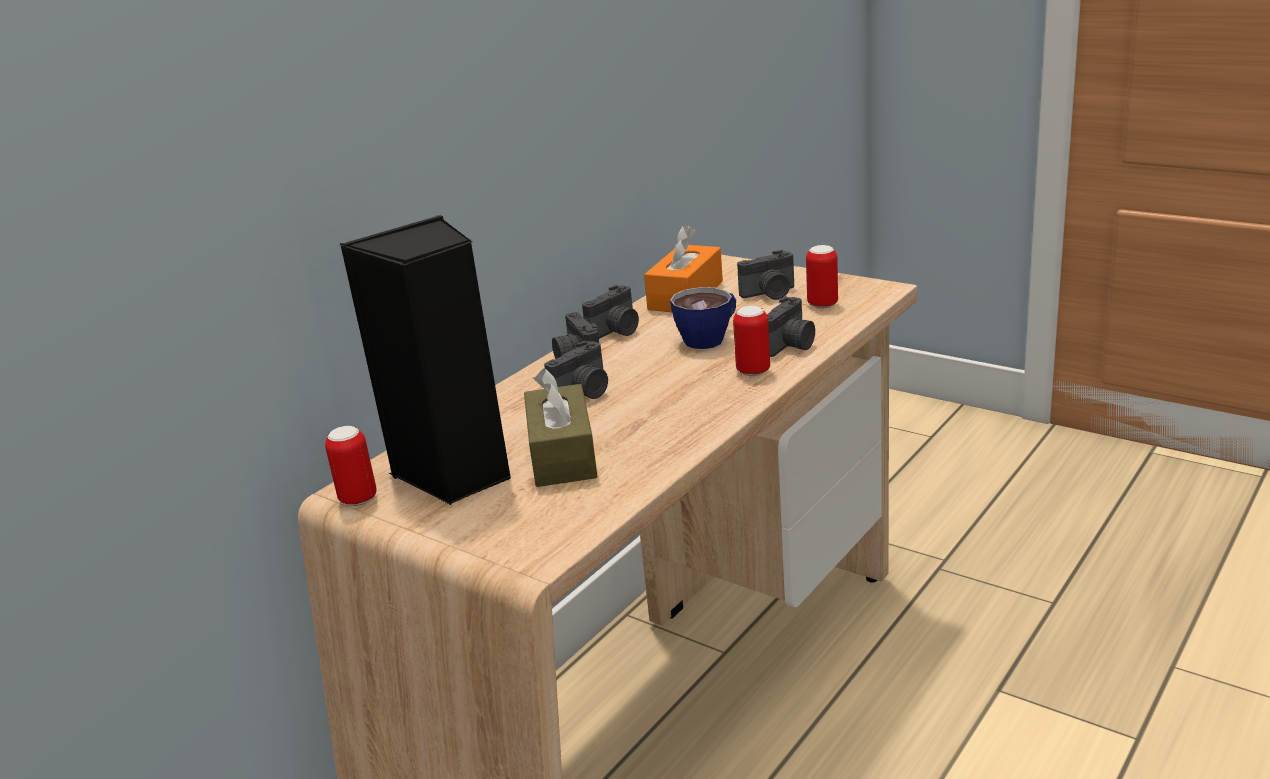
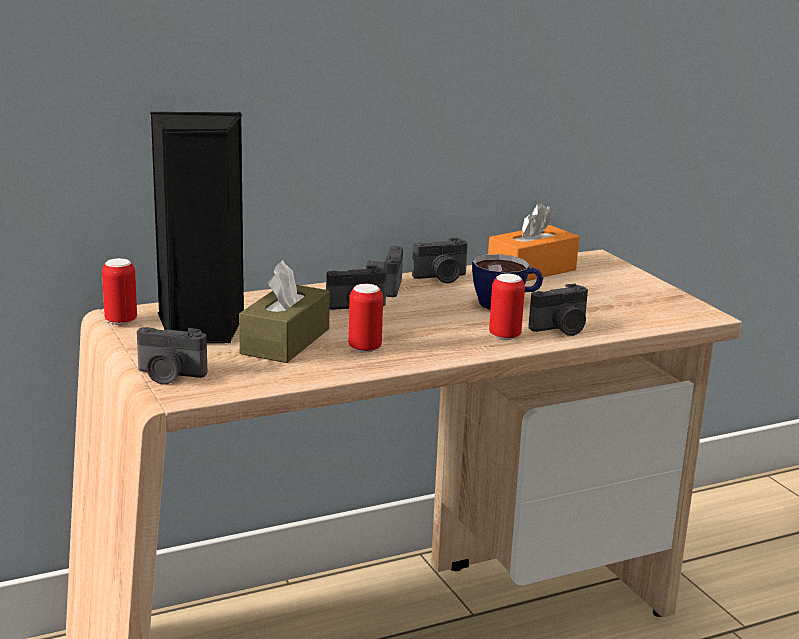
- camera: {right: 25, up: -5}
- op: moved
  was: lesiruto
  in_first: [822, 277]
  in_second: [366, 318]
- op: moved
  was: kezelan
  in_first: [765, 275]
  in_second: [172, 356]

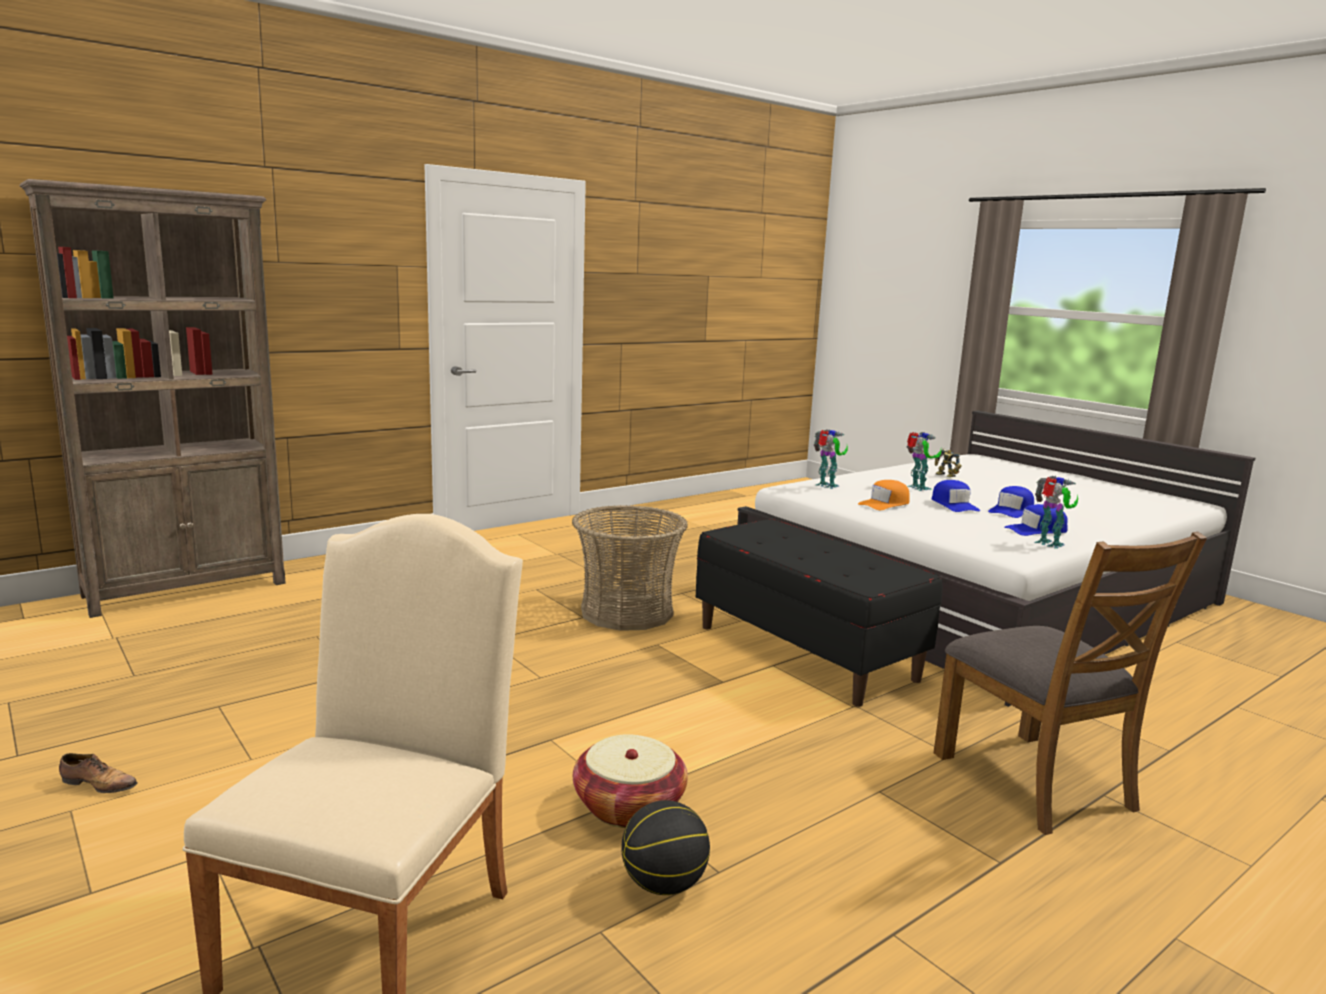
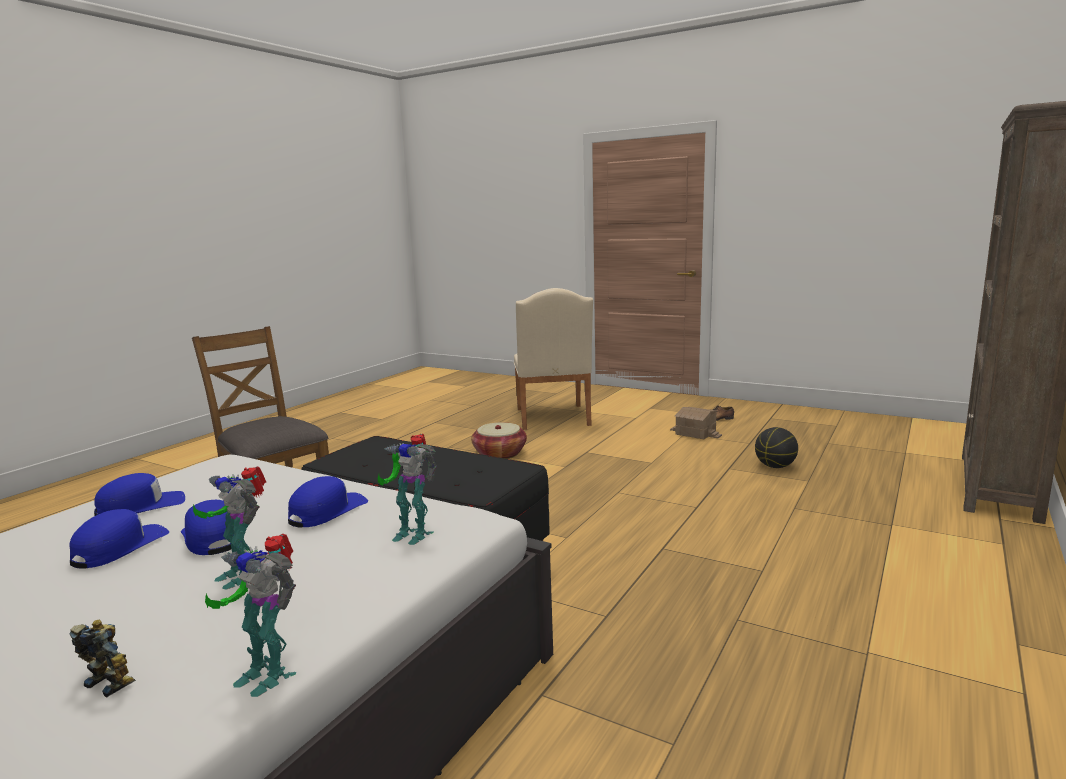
- camera: {right: 160, up: 0}
- op: moved
  was: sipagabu
  in_first: [1056, 512]
  in_second: [251, 615]
- op: recoloured
  was: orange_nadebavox
  now: blue_nadebavox
  in_first: [884, 495]
  in_second: [328, 502]
- op: removed
  was: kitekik
  in_first: [630, 568]
- op: moved
  was: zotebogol
  in_first: [665, 847]
  in_second: [776, 447]
- op: added
  now: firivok
  in_second: [696, 423]

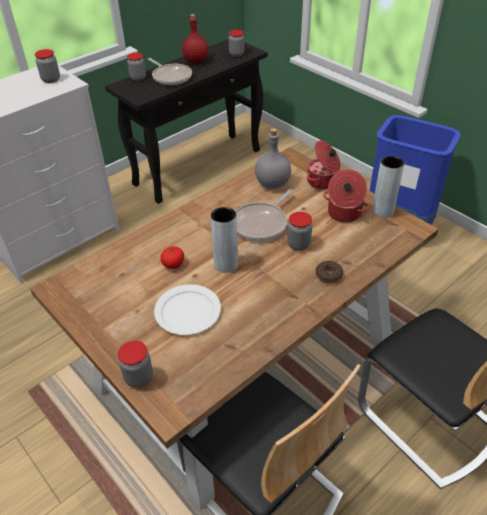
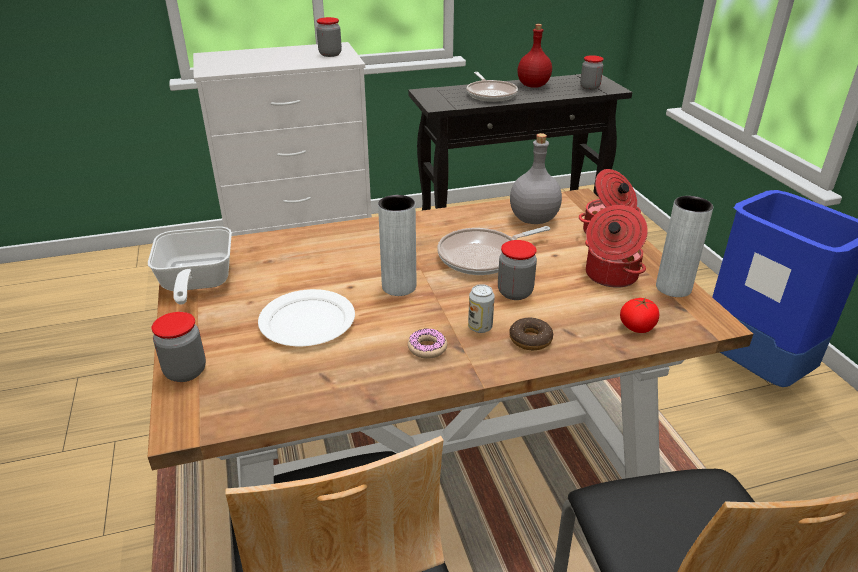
- camera: {right: 25, up: -10}
- op: removed
  was: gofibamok
  in_first: [136, 67]
- op: moved
  was: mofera
  in_first: [172, 257]
  in_second: [640, 315]
- op: added
  now: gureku
  in_second: [190, 266]
- op: added
  now: lesiruto
  in_second: [481, 308]
- op: added
  now: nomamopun
  in_second: [427, 343]

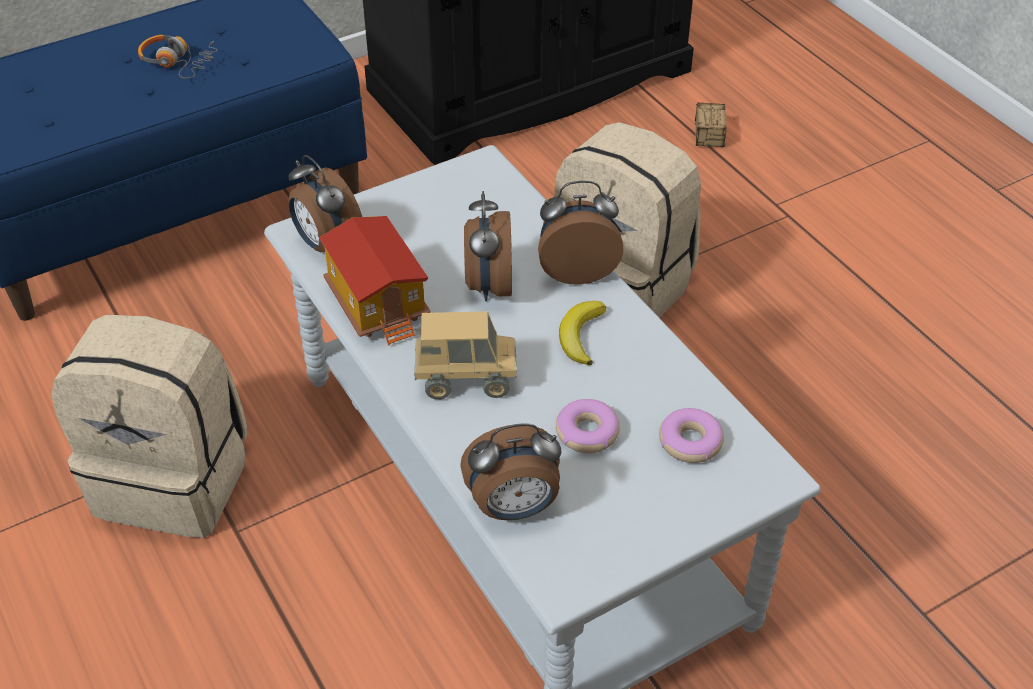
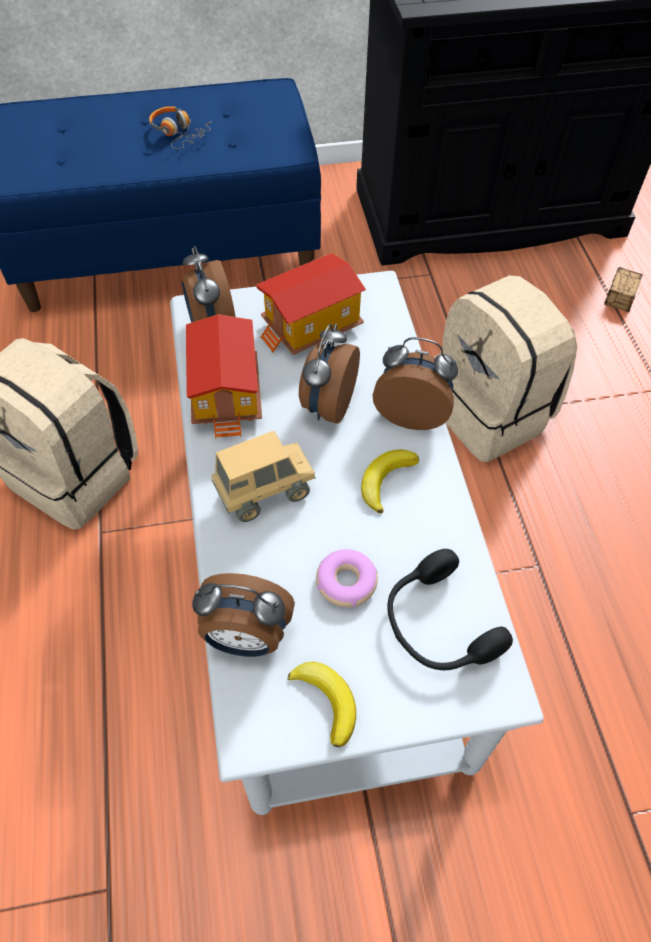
- camera: {right: 20, up: 10}
- op: turned
  was: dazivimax
  in_first: [465, 355]
  in_second: [263, 476]
  clockwise: -45
- op: replaced
  was: nomamopun
  now: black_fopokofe
  in_first: [691, 435]
  in_second: [450, 609]
- op: added
  now: firivok
  in_second: [311, 304]
- op: added
  now: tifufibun
  in_second: [322, 704]

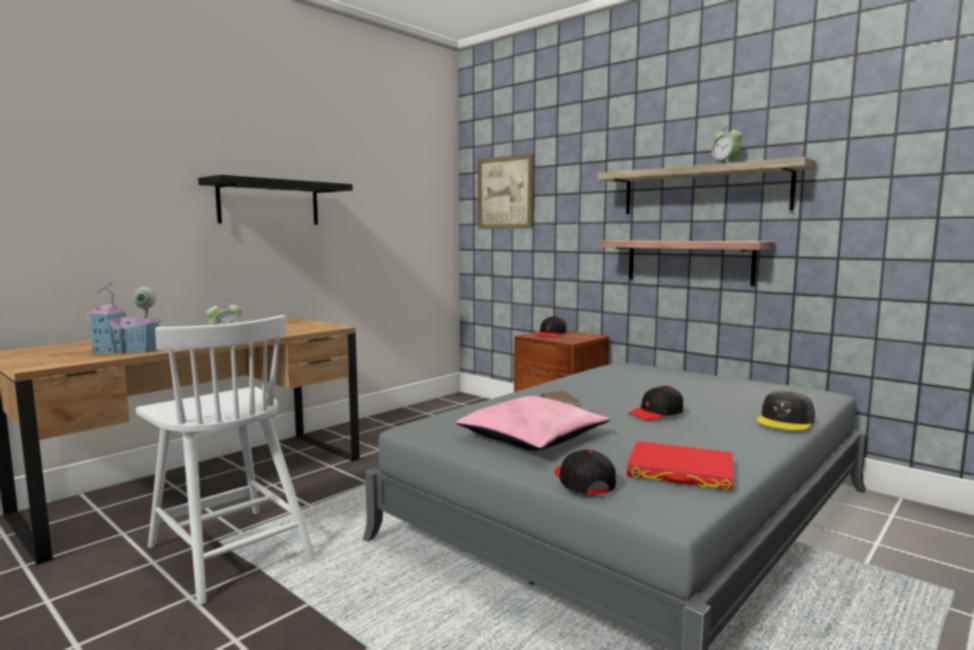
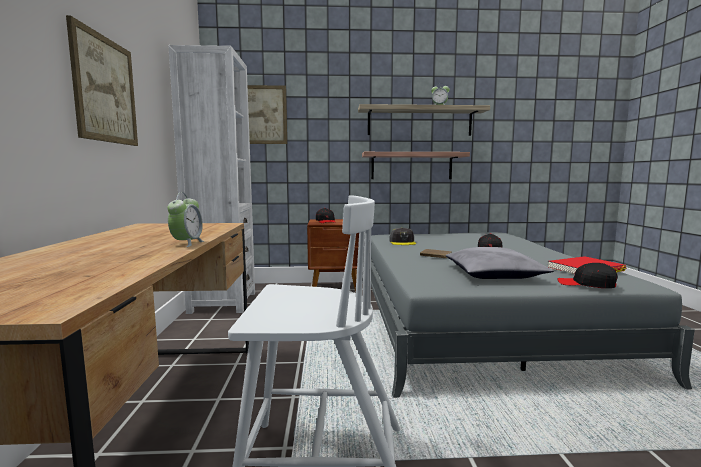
- camera: {right: -45, up: 0}
- op: replaced
  was: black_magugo
  now: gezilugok
  in_first: [275, 200]
  in_second: [102, 80]
- op: removed
  was: firivok
  in_first: [123, 318]
- op: moved
  was: grey_nadebavox
  in_first: [786, 410]
  in_second: [402, 236]
- op: recoloured
  was: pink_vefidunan
  now: grey_vefidunan
  in_first: [533, 423]
  in_second: [500, 263]
- op: added
  now: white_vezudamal
  in_second: [211, 179]

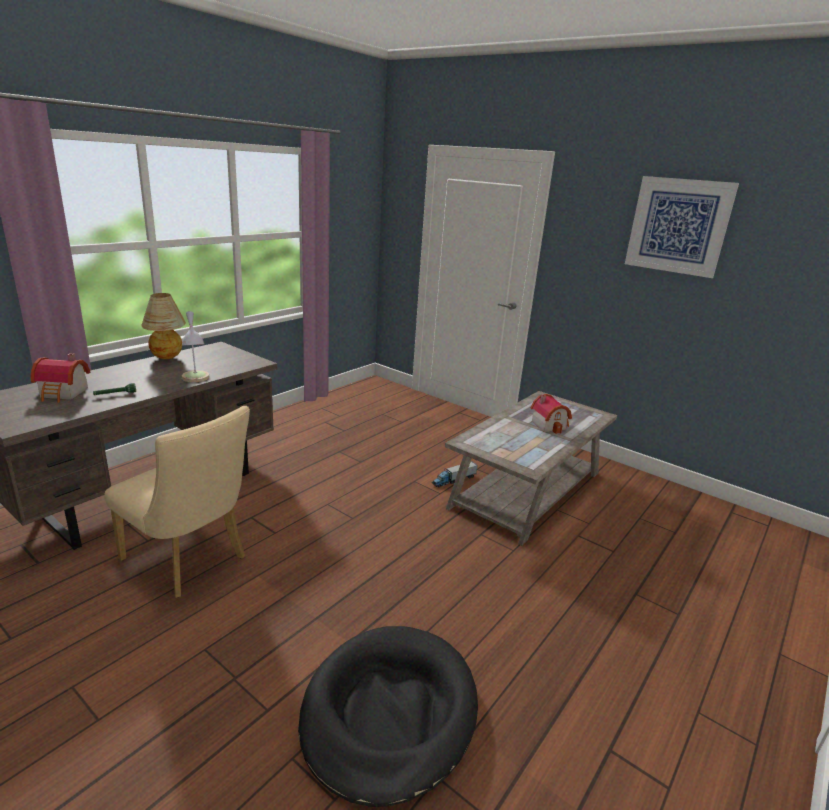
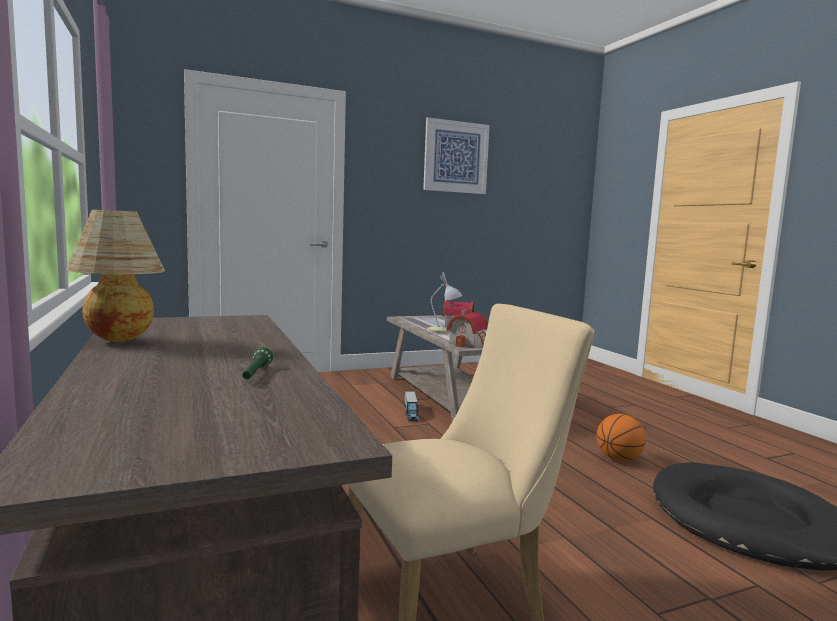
- camera: {right: -60, up: -15}
- op: moved
  was: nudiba
  in_first: [196, 346]
  in_second: [445, 302]
- op: moved
  was: firivok
  in_first: [61, 378]
  in_second: [467, 328]
- op: added
  now: zotebogol
  in_second: [621, 437]

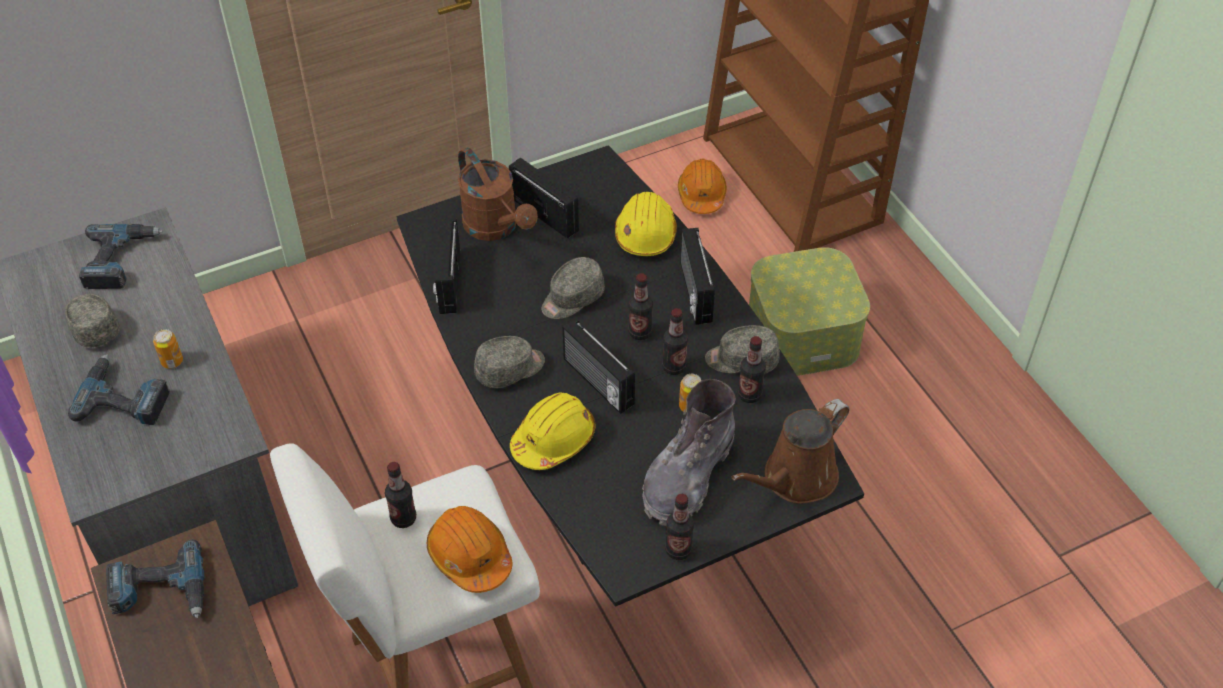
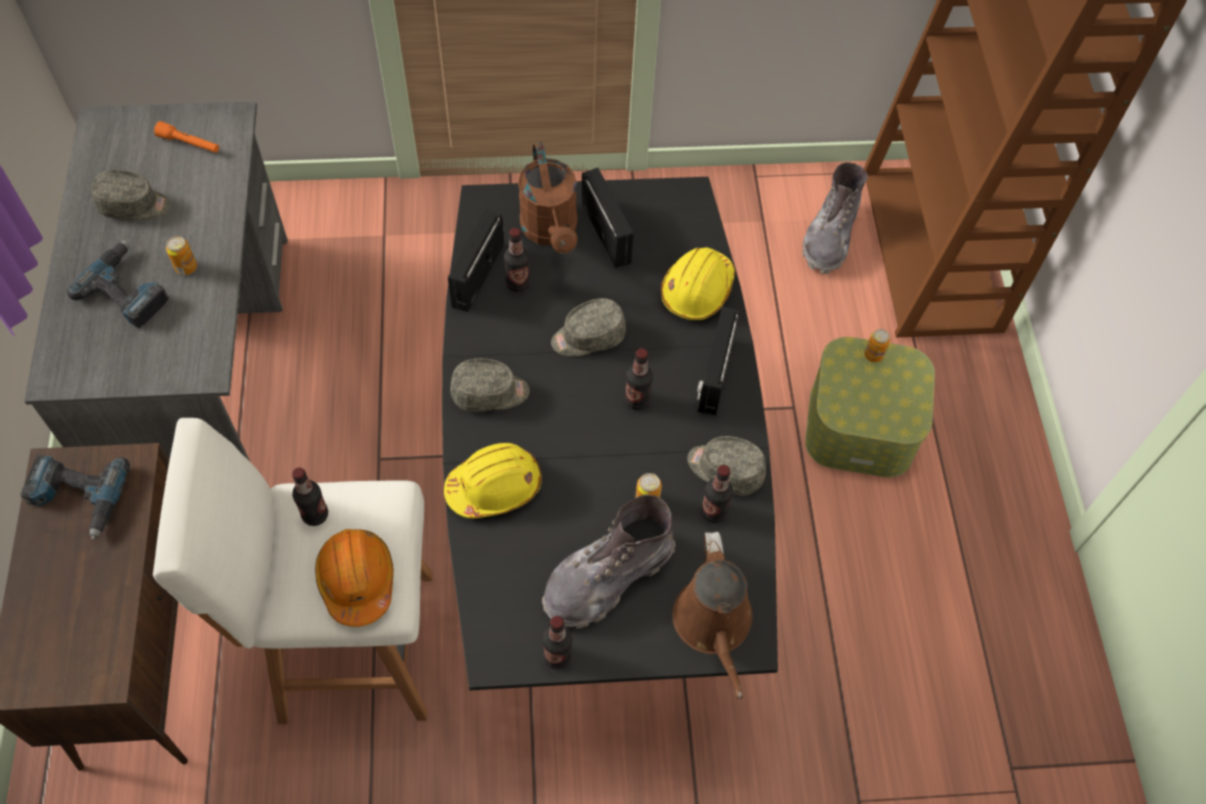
- camera: {right: 20, up: 10}
- op: replaced
  was: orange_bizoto
  now: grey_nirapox
  in_first: [702, 186]
  in_second: [835, 218]
- op: replaced
  was: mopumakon
  now: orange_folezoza
  in_first: [121, 256]
  in_second: [186, 137]
- op: turned
  was: grey_nadebavox
  in_first: [92, 321]
  in_second: [130, 195]
  clockwise: 105
- op: moved
  was: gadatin
  in_first: [675, 341]
  in_second: [517, 260]
- op: removed
  was: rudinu
  in_first: [599, 366]
- op: turned
  was: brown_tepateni
  in_first: [790, 451]
  in_second: [712, 615]
  clockwise: -75
- op: added
  now: lesiruto
  in_second: [877, 345]

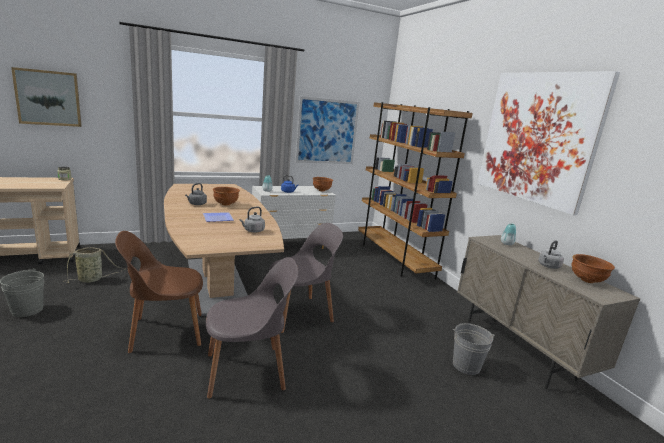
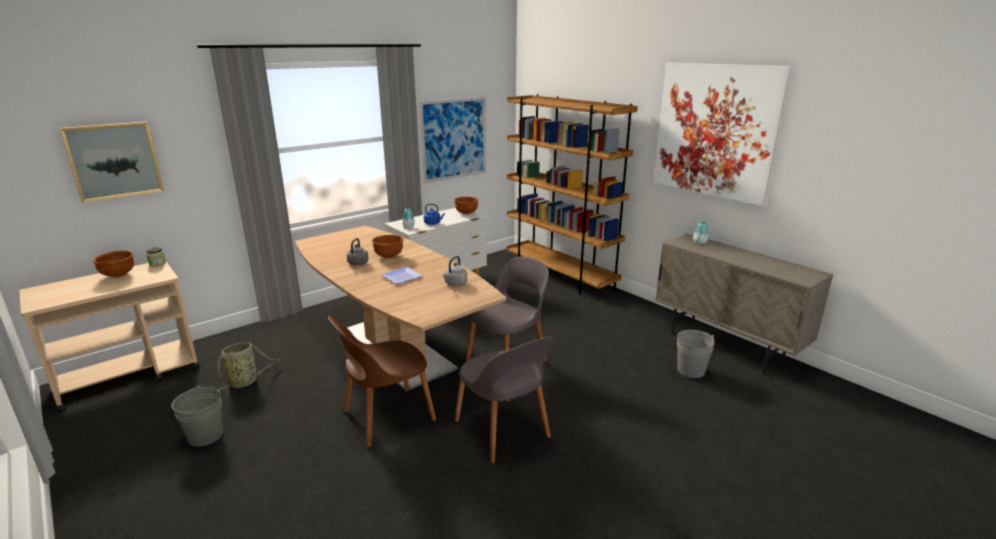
- camera: {right: -15, up: 5}
- op: removed
  was: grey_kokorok
  in_first: [551, 254]
- op: moved
  was: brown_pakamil
  in_first: [593, 268]
  in_second: [113, 264]
- op: turned
  was: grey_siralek
  in_first: [252, 328]
  in_second: [504, 399]
  clockwise: 90

